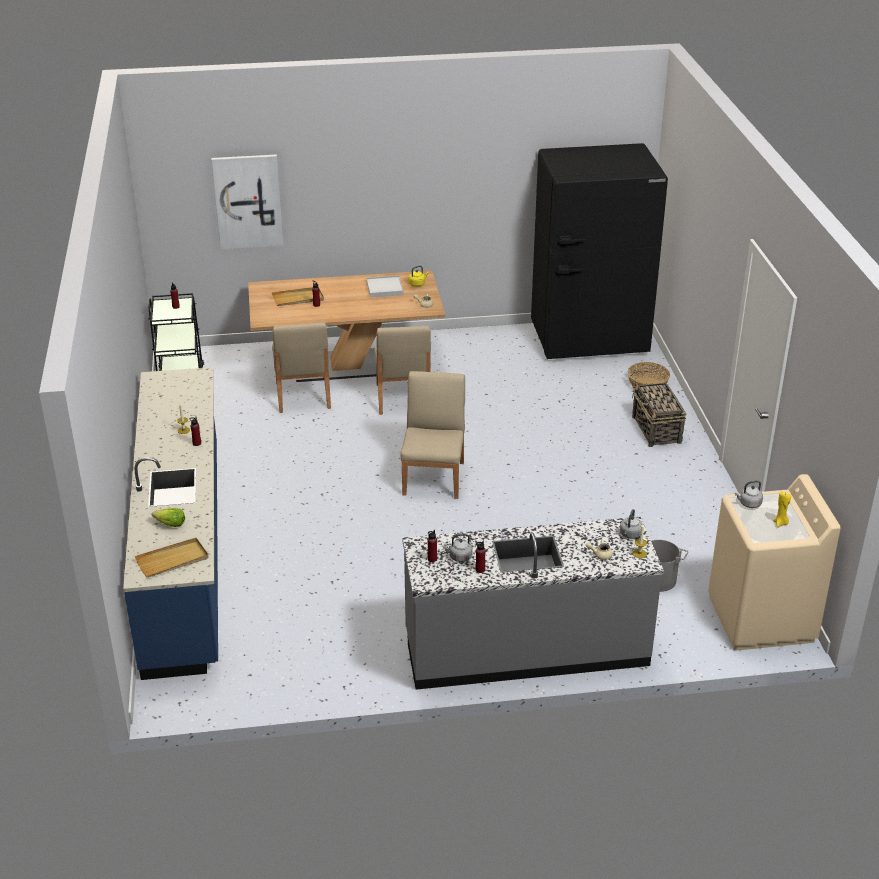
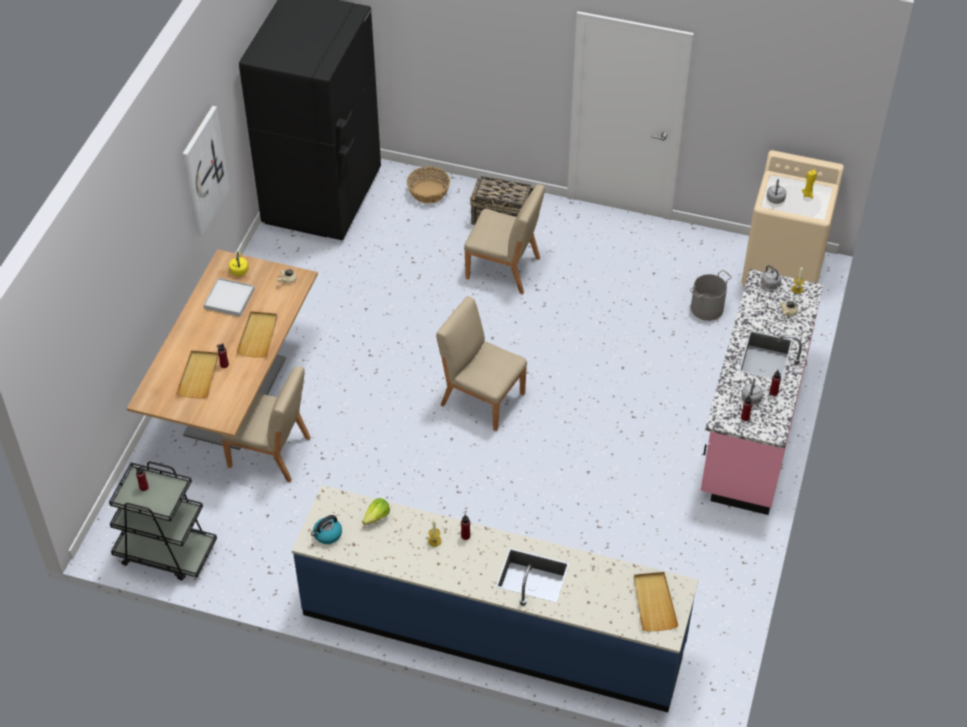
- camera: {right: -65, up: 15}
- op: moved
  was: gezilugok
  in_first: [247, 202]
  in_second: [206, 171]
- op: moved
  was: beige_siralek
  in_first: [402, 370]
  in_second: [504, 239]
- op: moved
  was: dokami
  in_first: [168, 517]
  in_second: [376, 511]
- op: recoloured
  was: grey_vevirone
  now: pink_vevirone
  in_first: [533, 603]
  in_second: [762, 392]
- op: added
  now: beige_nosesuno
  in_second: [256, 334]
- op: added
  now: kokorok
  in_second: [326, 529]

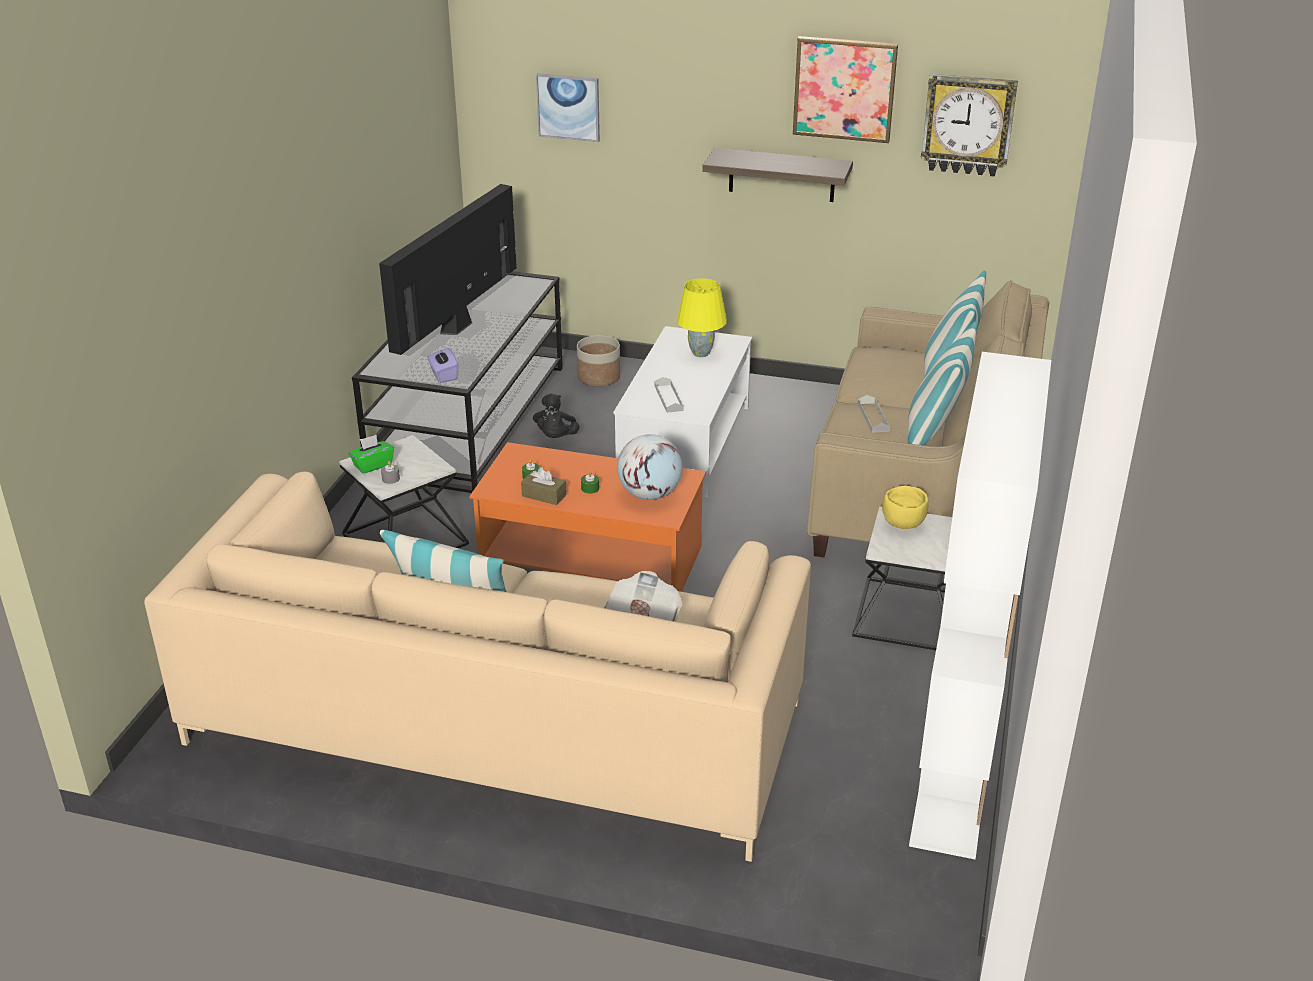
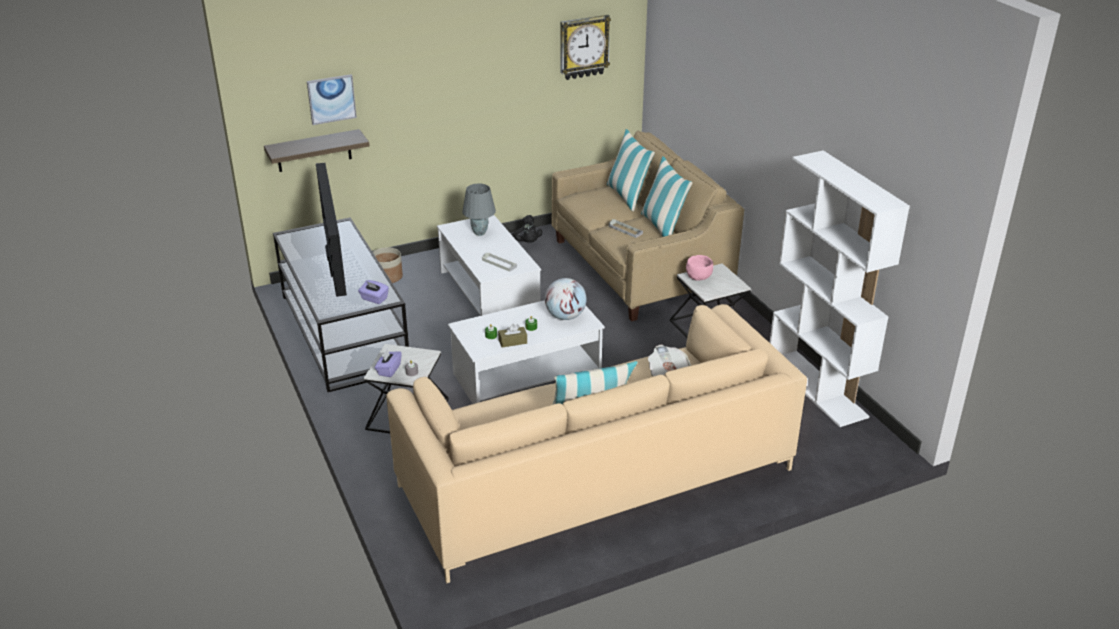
- camera: {right: -40, up: 0}
- op: removed
  was: gezilugok
  in_first: [845, 89]
- op: moved
  was: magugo
  in_first: [777, 175]
  in_second: [317, 150]
- op: recoloured
  was: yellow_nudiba
  now: grey_nudiba
  in_first: [702, 317]
  in_second: [479, 210]
- op: moved
  was: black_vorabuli
  in_first: [556, 416]
  in_second: [526, 229]
- op: recoloured
  was: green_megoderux
  now: purple_megoderux
  in_first: [371, 454]
  in_second: [388, 362]
- op: recoloured
  was: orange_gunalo
  now: white_gunalo
  in_first: [587, 517]
  in_second: [526, 352]
- op: recoloured
  was: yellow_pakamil
  now: pink_pakamil
  in_first: [905, 507]
  in_second: [699, 268]

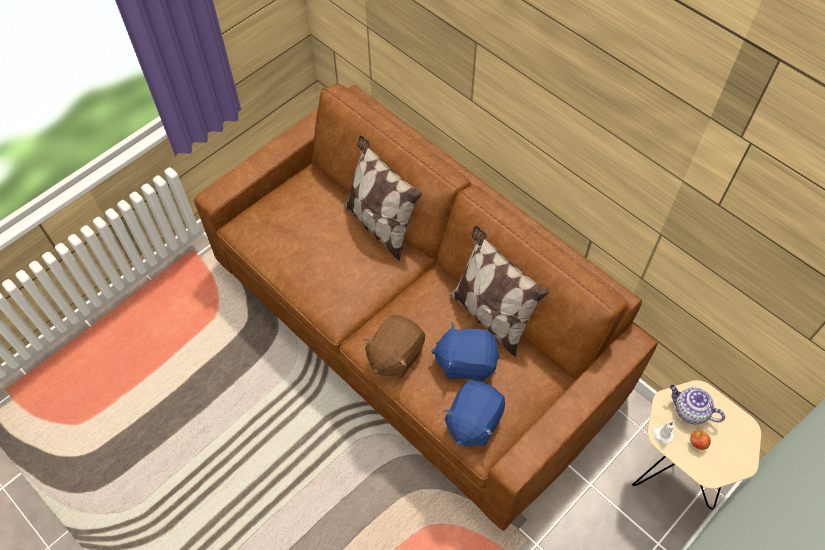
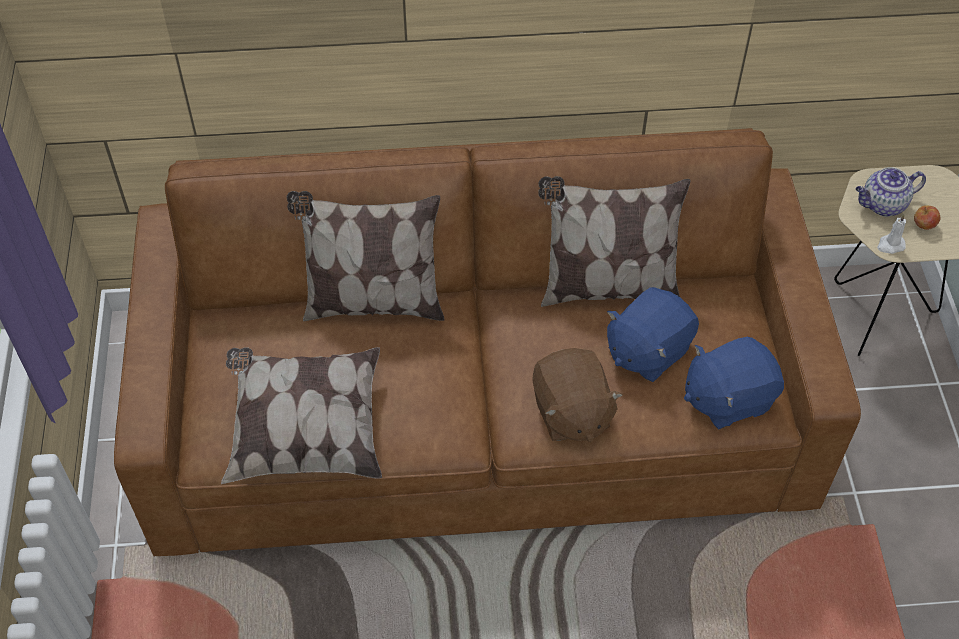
- camera: {right: -50, up: -5}
- op: turned
  was: blue_vorabuli
  in_first: [474, 413]
  in_second: [734, 383]
  clockwise: 90
- op: added
  now: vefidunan
  in_second: [301, 415]

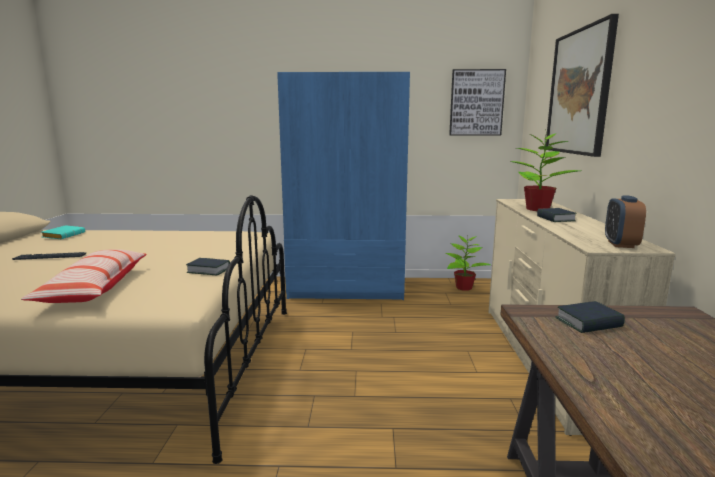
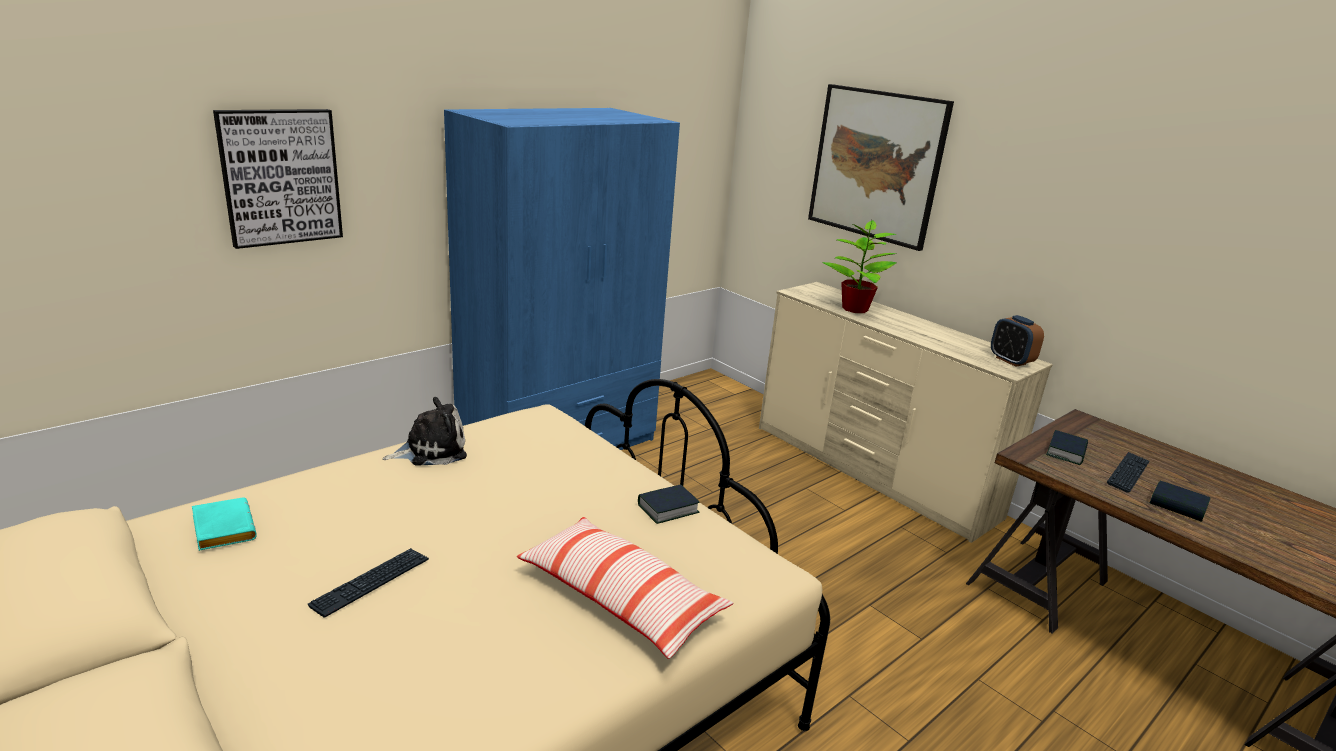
- camera: {right: -45, up: 10}
- op: moved
  was: gezilugok
  in_first: [477, 102]
  in_second: [278, 179]
- op: moved
  was: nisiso
  in_first: [557, 215]
  in_second: [1180, 501]
- op: removed
  was: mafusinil
  in_first: [468, 263]
- op: added
  now: vorabuli
  in_second: [425, 431]
- op: added
  now: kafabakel
  in_second: [1128, 472]

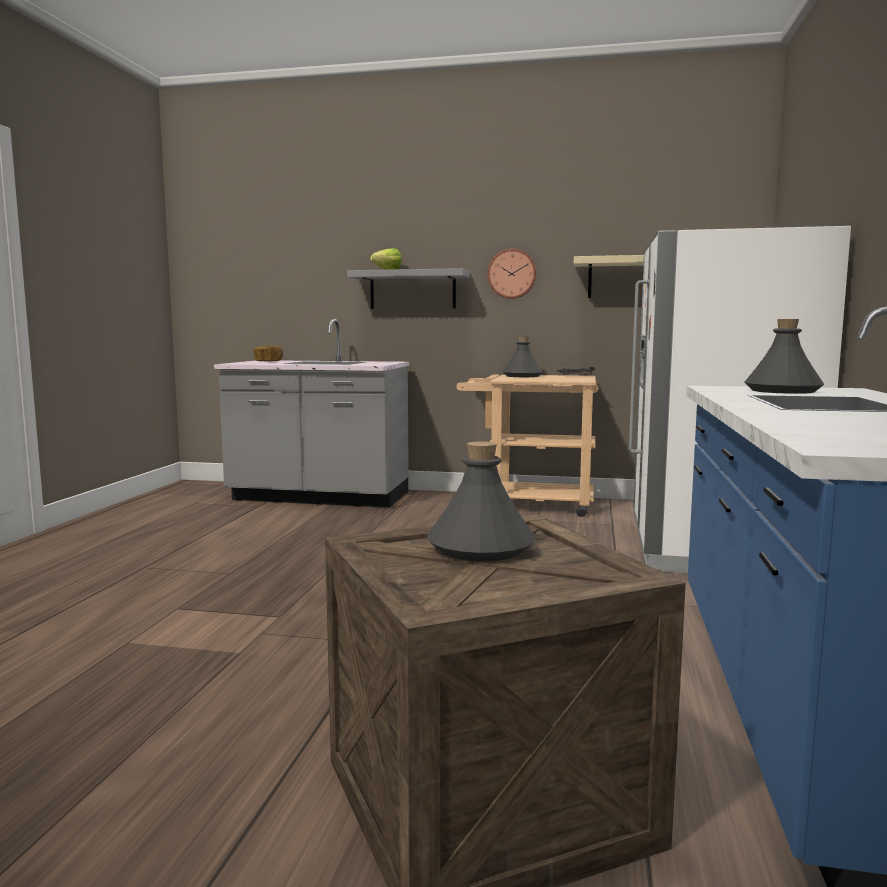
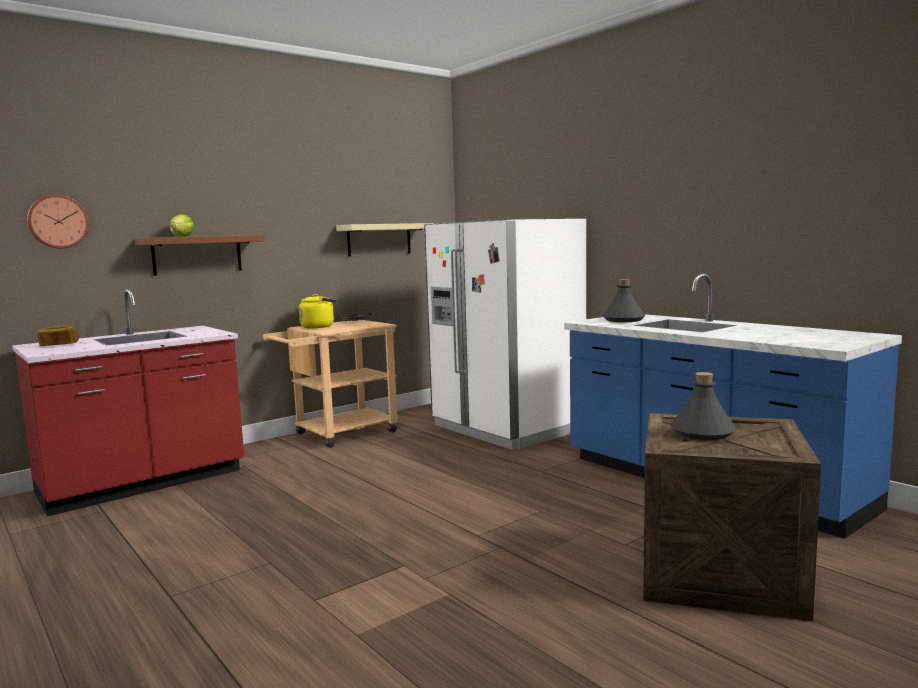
- camera: {right: -50, up: 0}
- op: moved
  was: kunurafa
  in_first: [511, 274]
  in_second: [58, 222]
- op: recoloured
  was: grey_magugo
  now: brown_magugo
  in_first: [408, 288]
  in_second: [199, 255]
- op: recoloured
  was: grey_vevirone
  now: red_vevirone
  in_first: [311, 413]
  in_second: [128, 402]
- op: replaced
  was: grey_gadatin
  now: yellow_kokorok
  in_first: [523, 356]
  in_second: [318, 311]

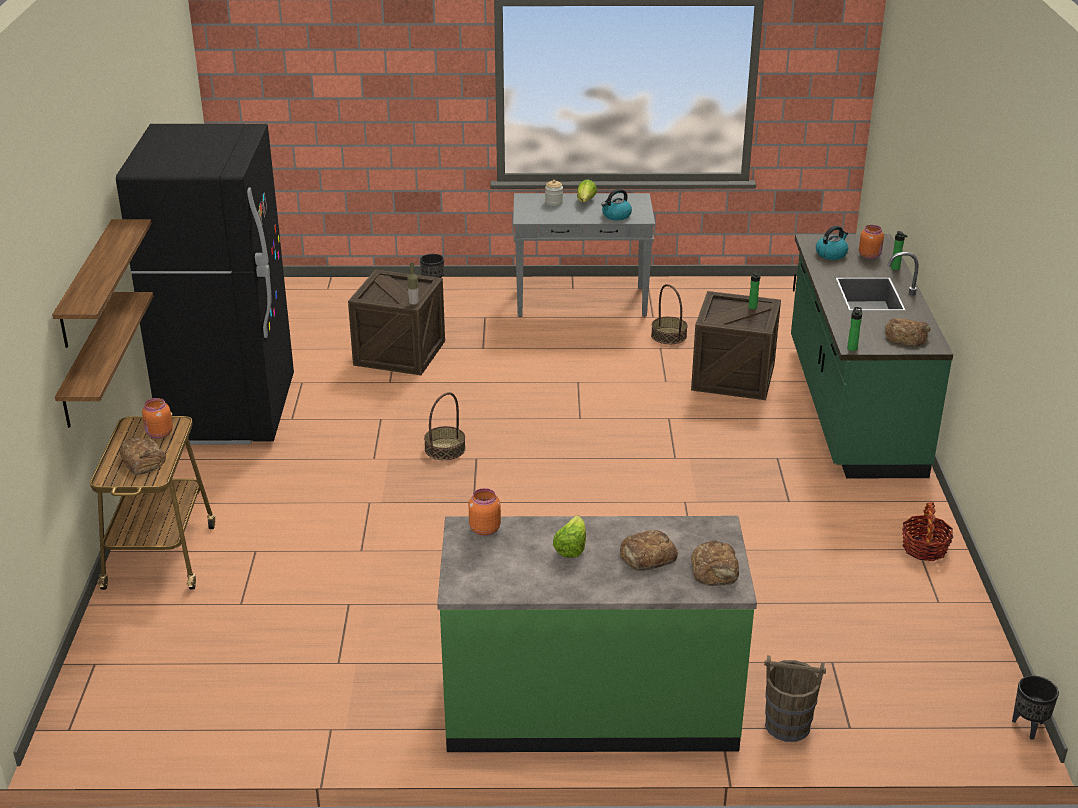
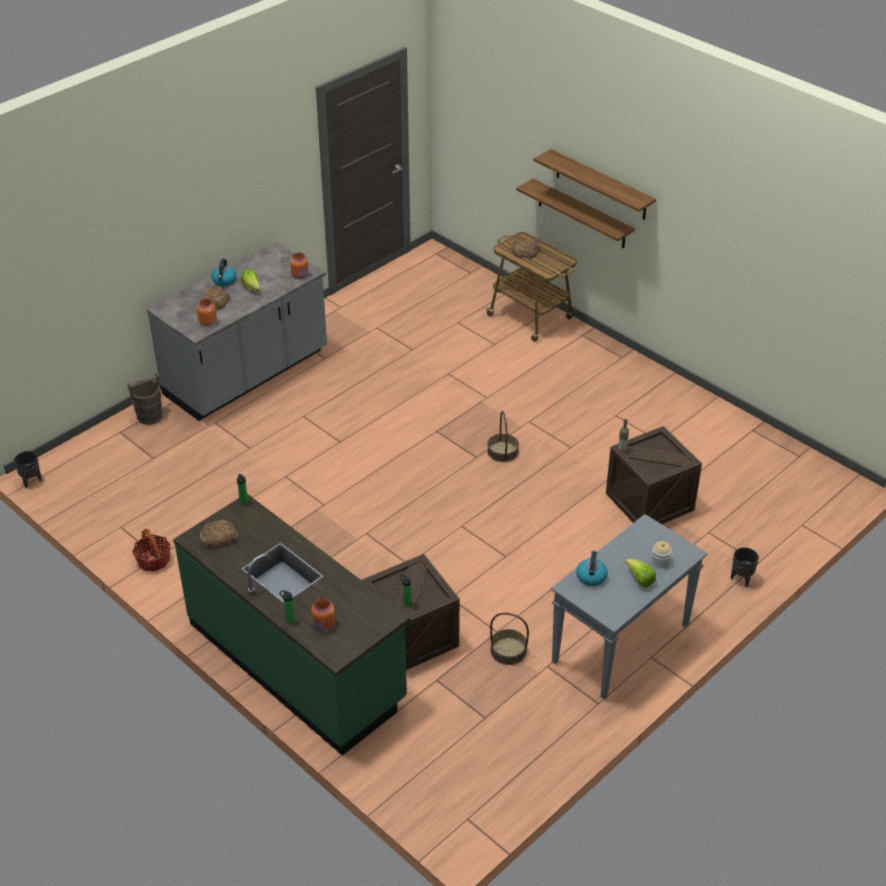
- camera: {right: 135, up: 10}
- op: removed
  was: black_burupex
  in_first: [205, 284]
- op: moved
  was: kokorok
  in_first: [832, 243]
  in_second: [224, 272]
- op: moved
  was: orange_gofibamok
  in_first: [157, 418]
  in_second: [207, 312]
- op: recoloured
  was: green_vevirone
  now: grey_vevirone
  in_first: [597, 634]
  in_second: [236, 331]
- op: removed
  was: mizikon
  in_first: [715, 563]

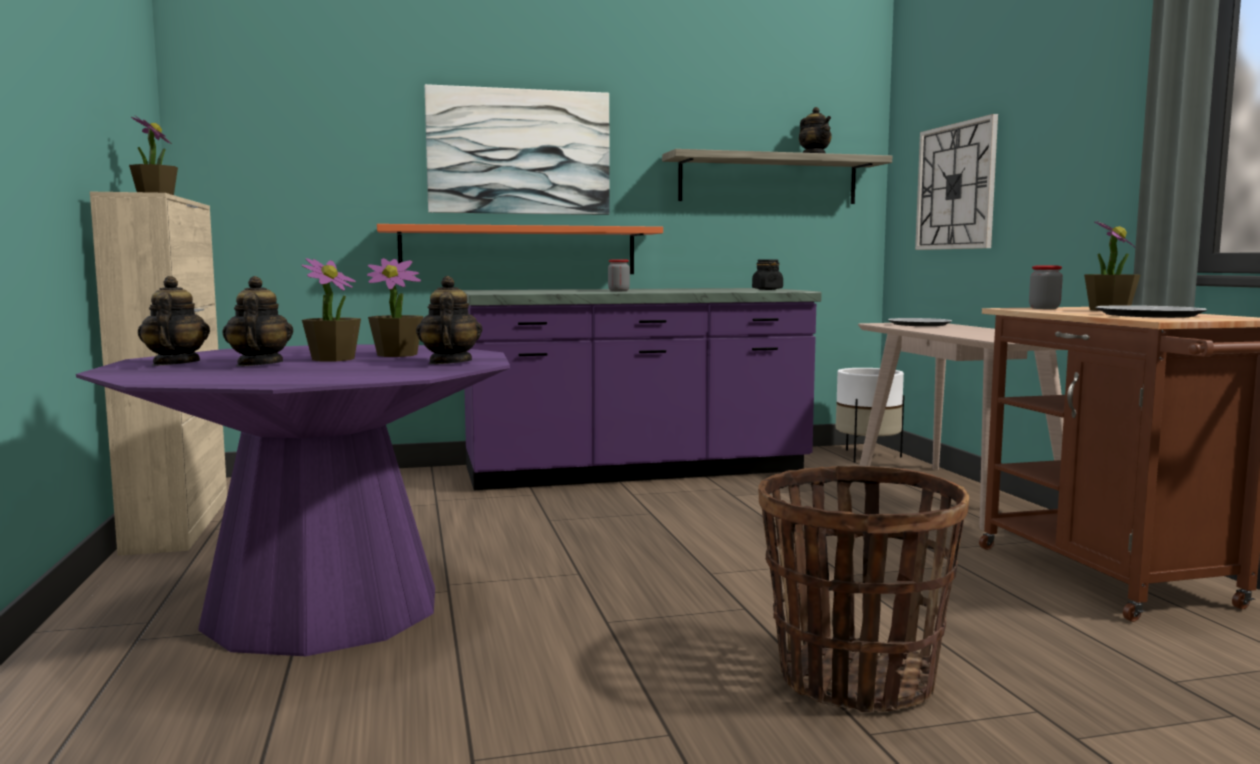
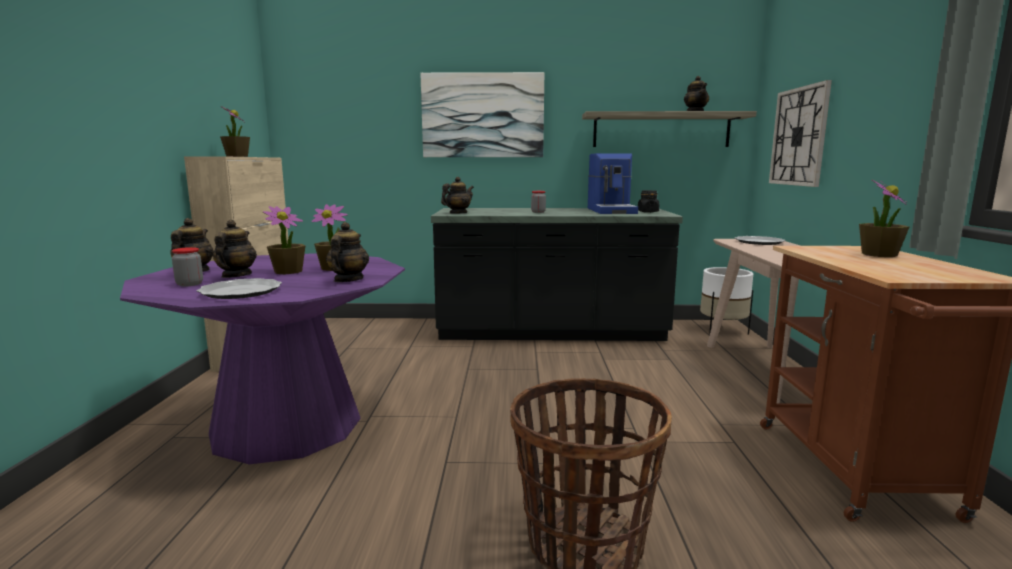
- camera: {right: 15, up: 5}
- op: removed
  was: orange_magugo
  in_first: [520, 249]
- op: moved
  was: gofibamok
  in_first: [1046, 287]
  in_second: [187, 267]
- op: recoloured
  was: purple_vevirone
  now: black_vevirone
  in_first: [642, 389]
  in_second: [557, 274]
- op: moved
  was: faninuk
  in_first: [1151, 311]
  in_second: [239, 288]
- op: added
  now: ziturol
  in_second: [613, 183]
- op: added
  now: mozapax
  in_second: [457, 195]

